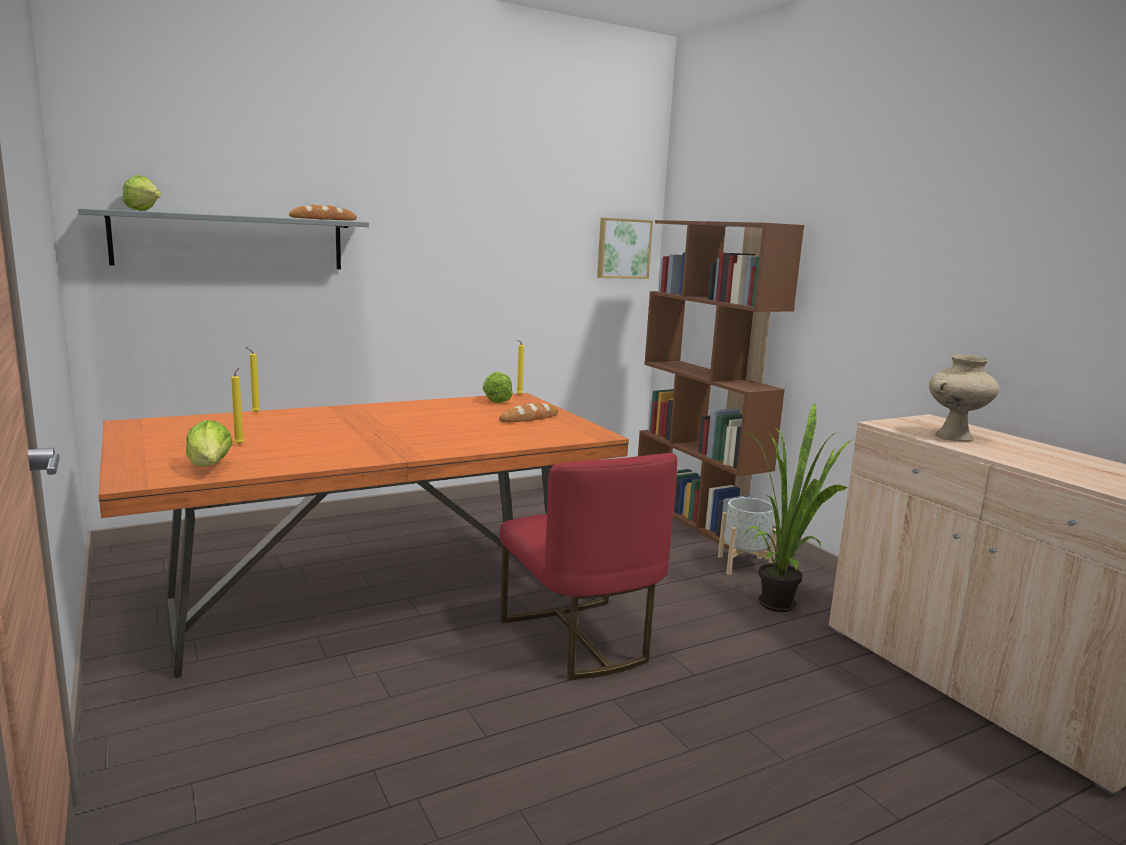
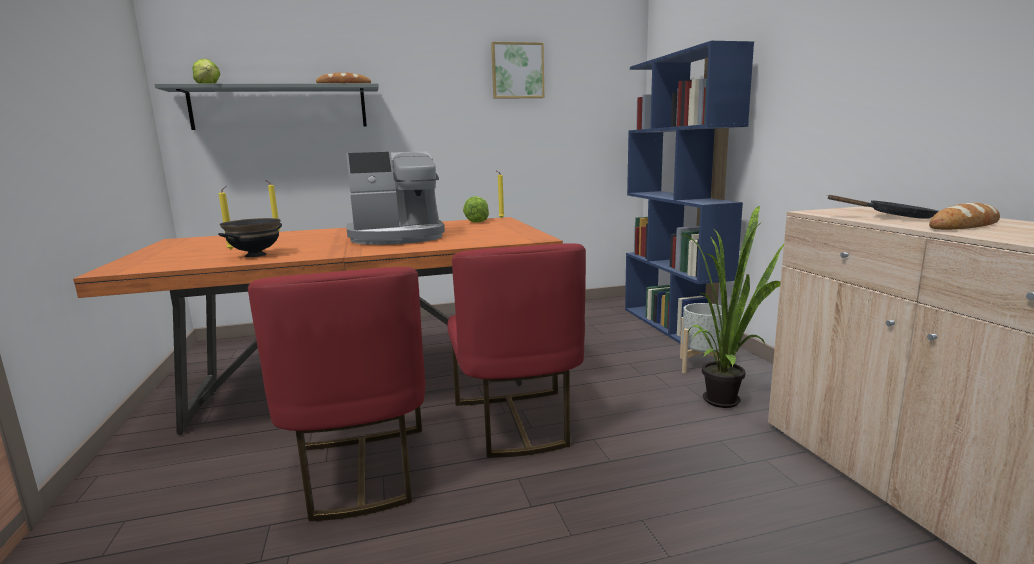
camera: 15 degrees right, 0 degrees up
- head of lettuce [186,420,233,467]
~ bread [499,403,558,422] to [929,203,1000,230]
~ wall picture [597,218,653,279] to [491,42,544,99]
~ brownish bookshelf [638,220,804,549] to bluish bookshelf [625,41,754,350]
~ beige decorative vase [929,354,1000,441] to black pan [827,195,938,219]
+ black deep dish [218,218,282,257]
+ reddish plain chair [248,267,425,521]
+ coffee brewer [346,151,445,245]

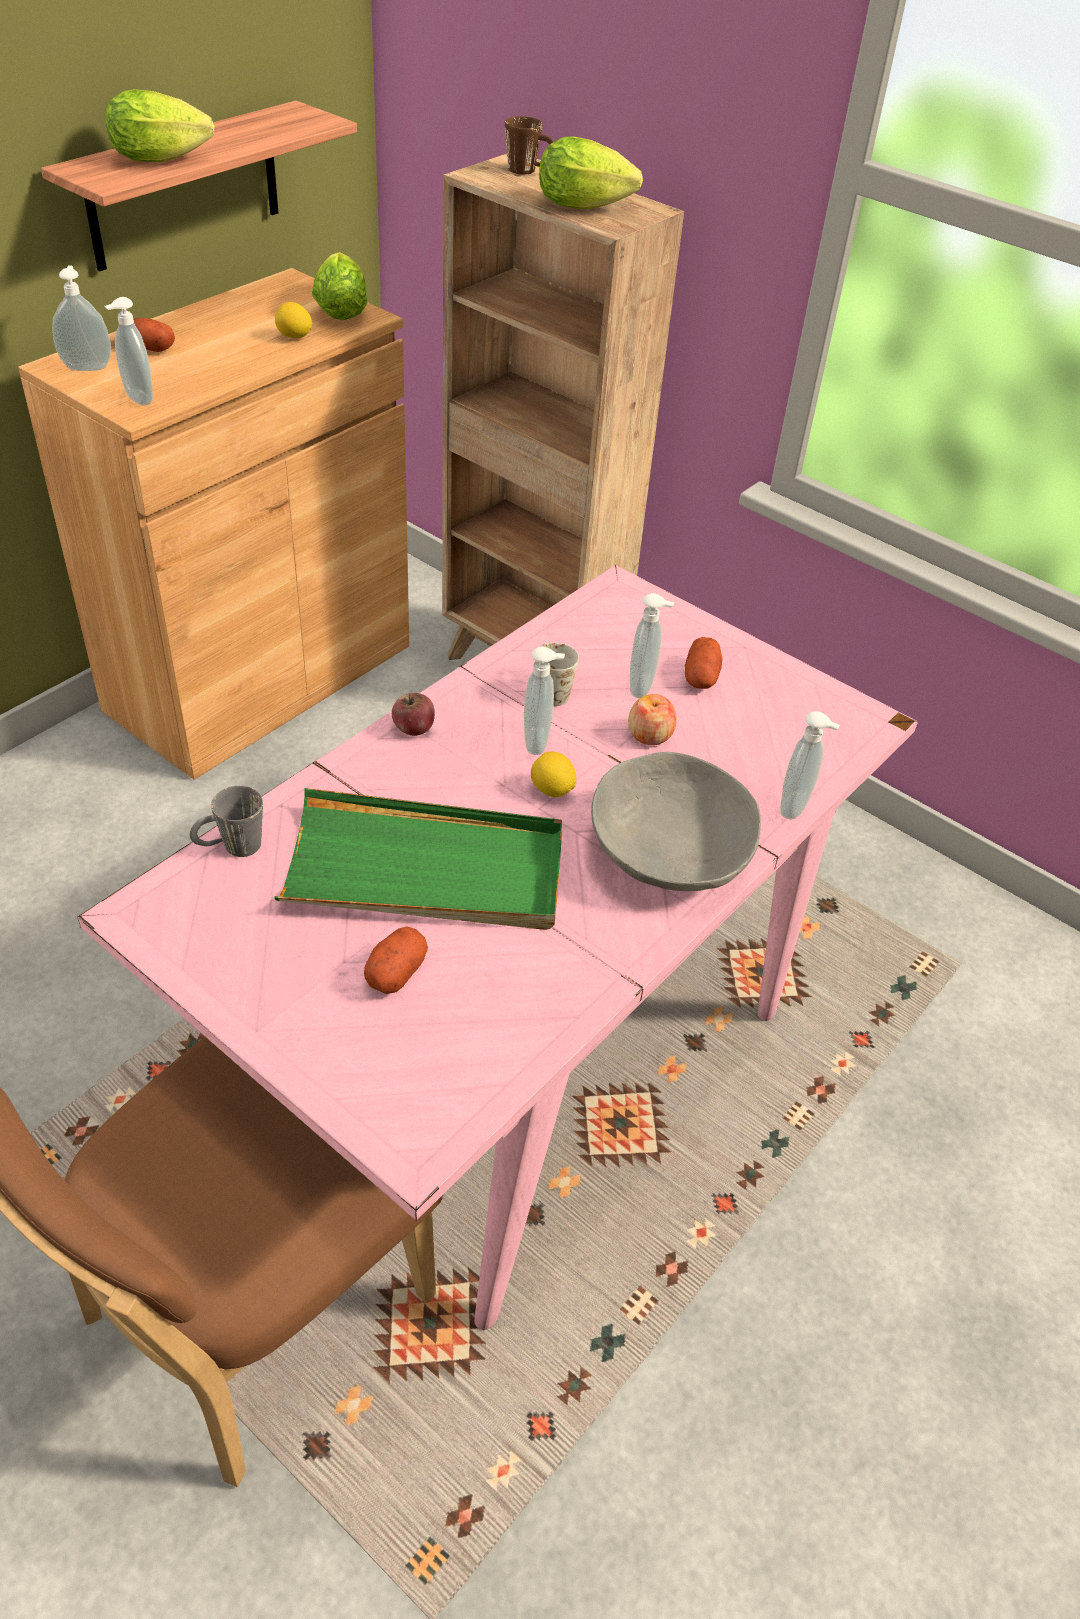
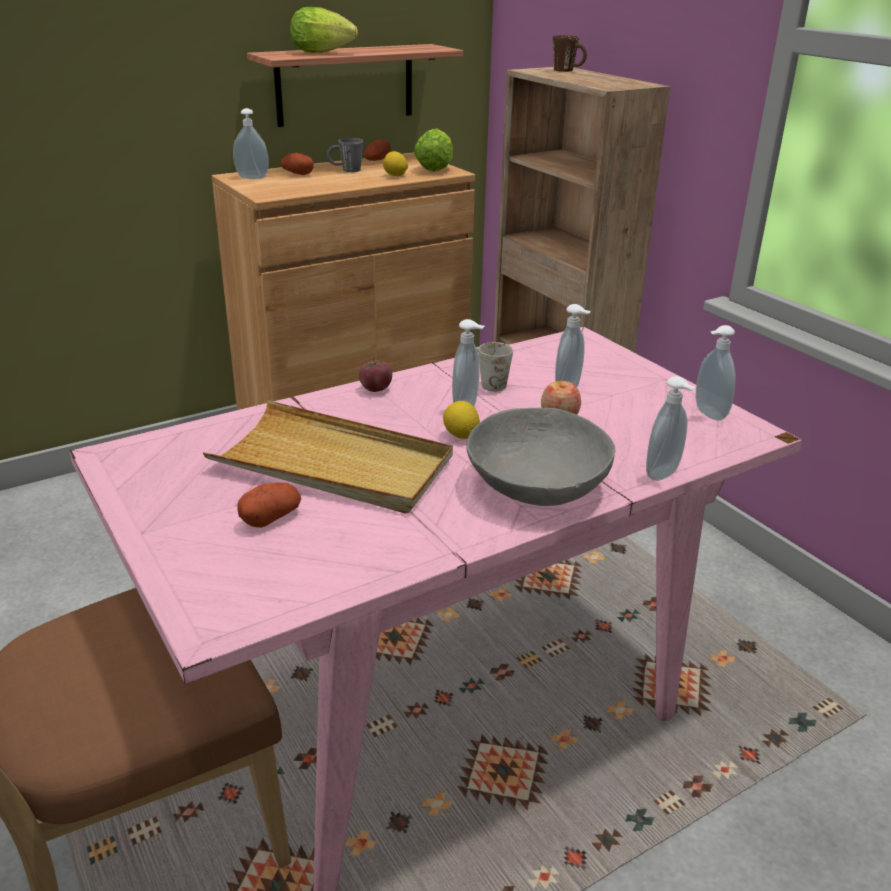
camera: 20 degrees right, 15 degrees down
~ soap dispenser [104,297,153,405] to [696,325,736,421]
~ gray tea mug [190,786,263,857] to [327,138,363,172]
~ green tray [274,788,562,930] to beige tray [203,400,453,514]
- head of lettuce [539,136,643,210]
~ spud [685,637,723,689] to [364,140,391,161]

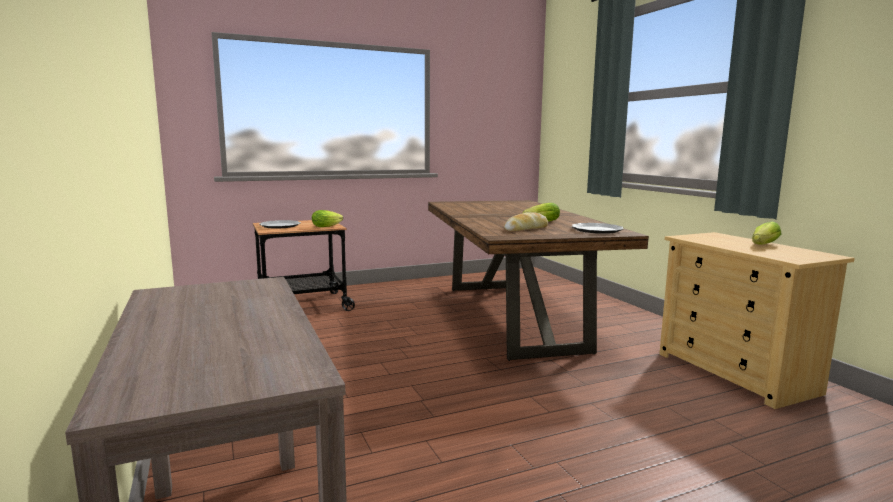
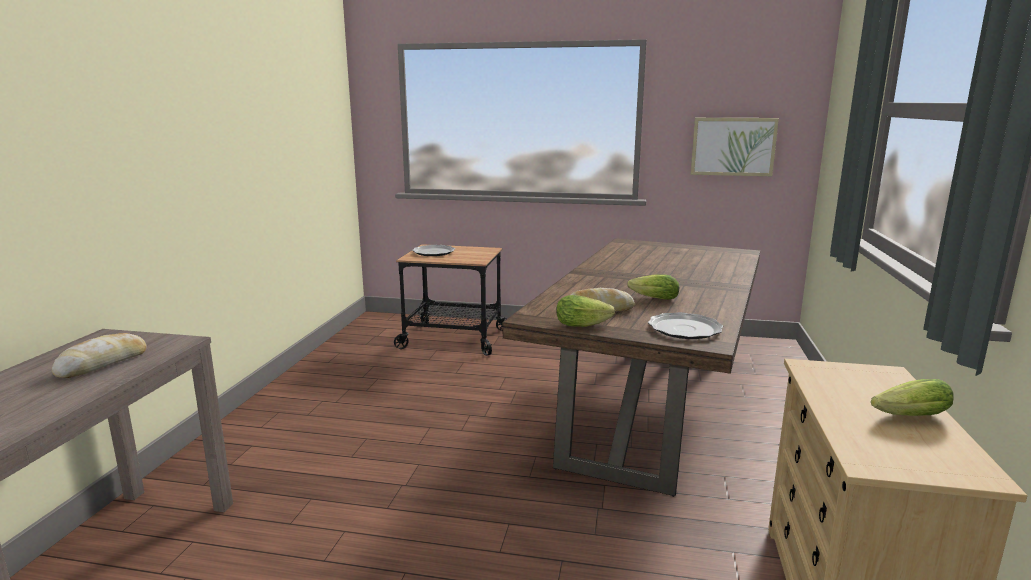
camera: 35 degrees right, 5 degrees up
~ head of lettuce [312,210,343,227] to [556,295,615,327]
+ bread [52,333,146,378]
+ wall picture [691,118,779,176]

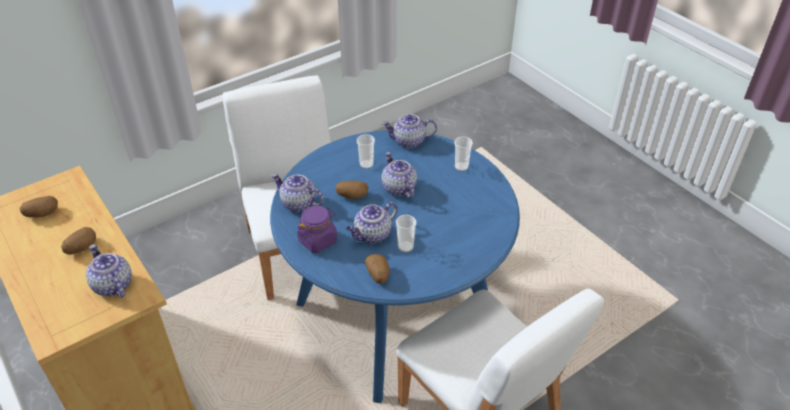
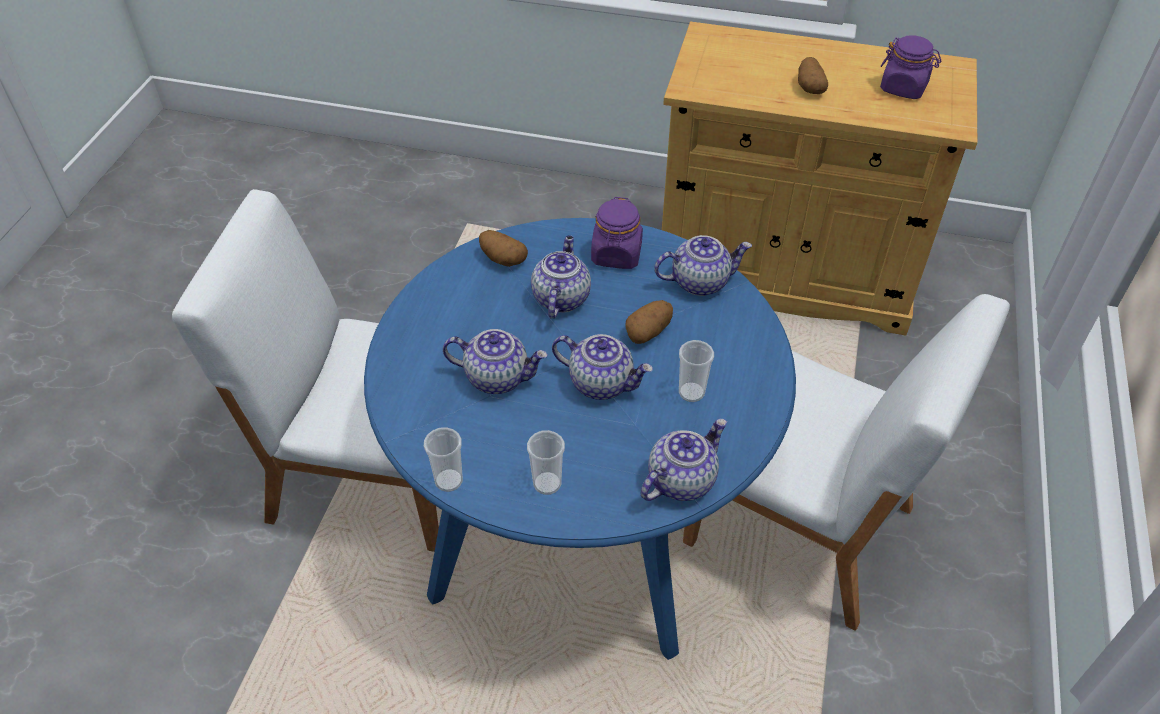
camera: 140 degrees right, 5 degrees up
~ spud [19,196,58,218] to purple jar [880,35,941,99]
~ tea pot [86,244,132,298] to [443,329,548,394]
~ cup [396,215,417,252] to [424,427,463,492]

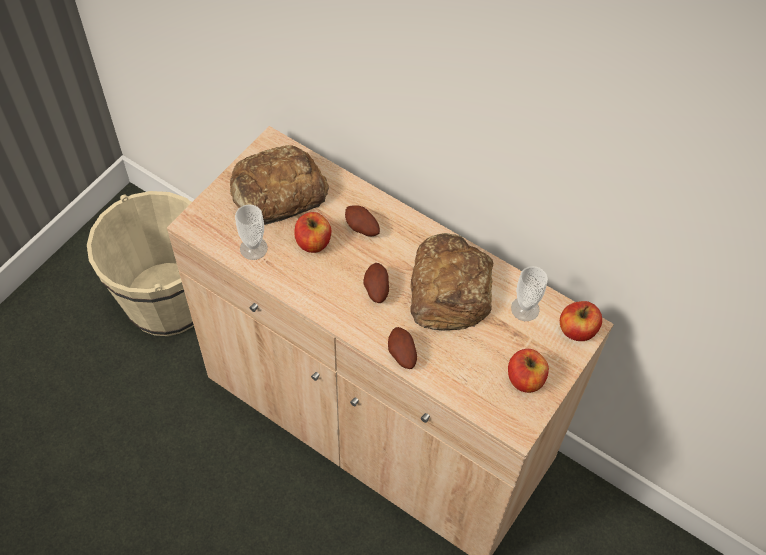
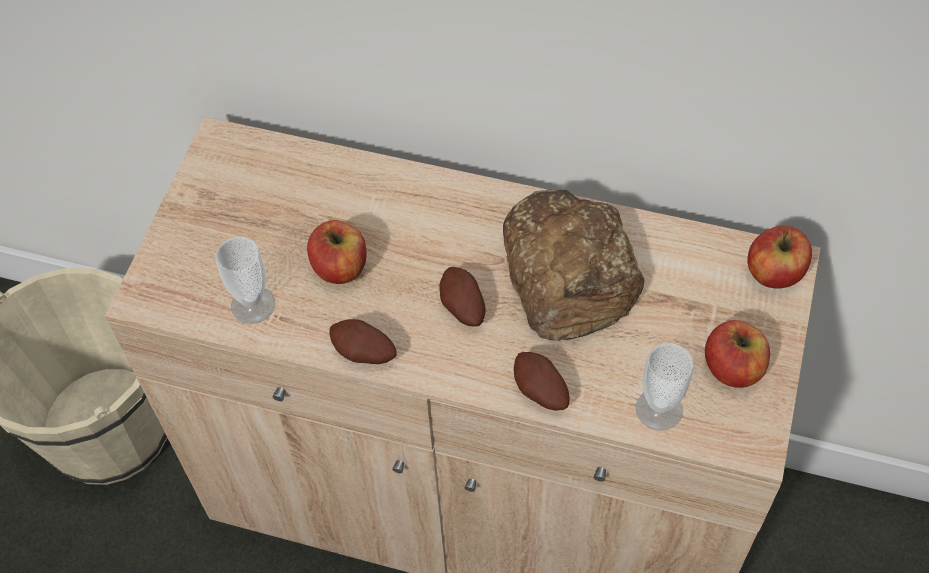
camera: 15 degrees left, 0 degrees up
- bread [230,145,329,225]
~ spud [345,205,380,237] to [329,319,397,364]
~ cup [511,266,548,321] to [636,343,694,431]

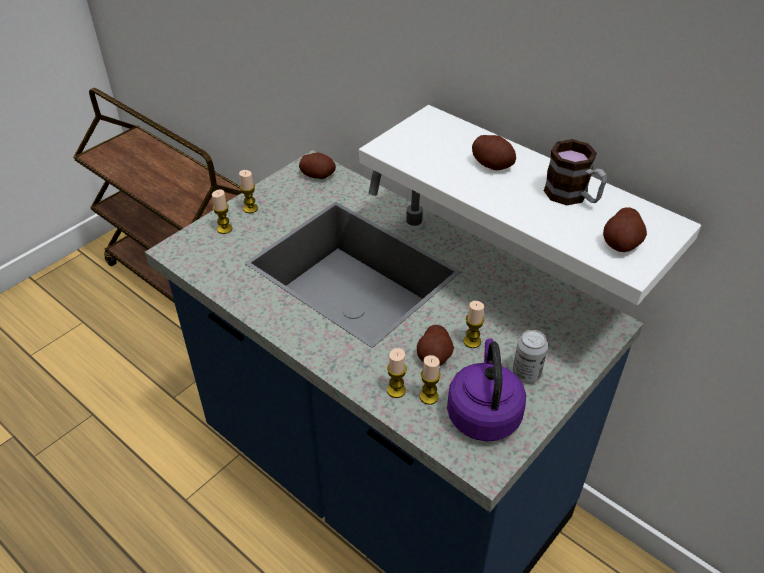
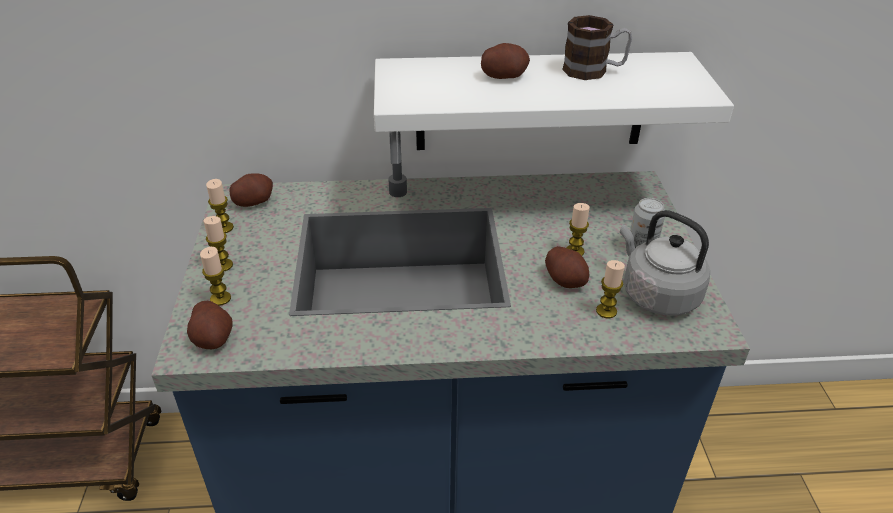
camera: 45 degrees left, 5 degrees down
~ wax light [387,348,407,398] to [206,179,234,233]
~ purple kettle [447,338,526,441] to gray kettle [620,210,710,316]
~ spud [603,207,647,252] to [187,301,233,349]

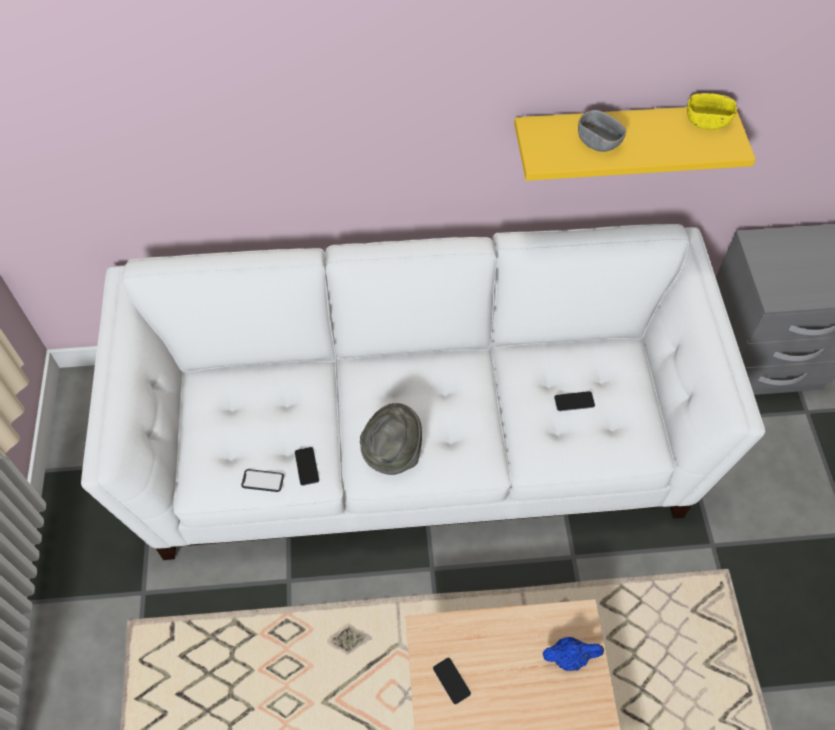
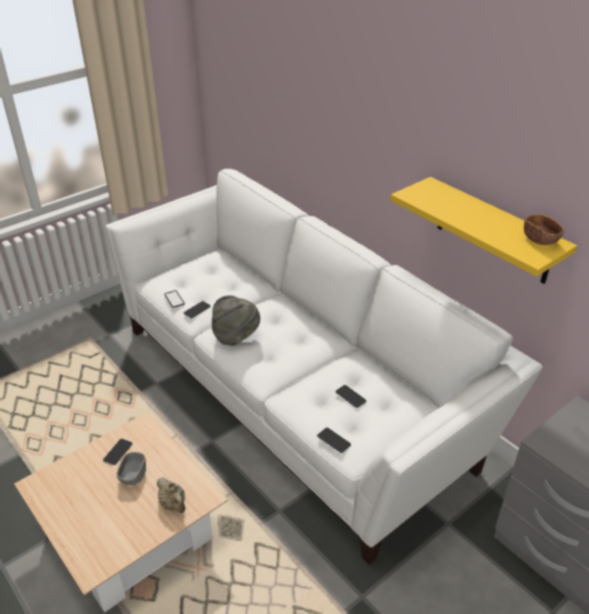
camera: 55 degrees right, 20 degrees down
~ bluish tea pot [543,637,604,671] to beige tea pot [156,477,185,513]
~ gray deep dish [578,110,626,152] to [117,452,146,485]
~ yellow deep dish [687,93,737,130] to brownish deep dish [524,214,564,245]
+ handset [317,428,351,453]

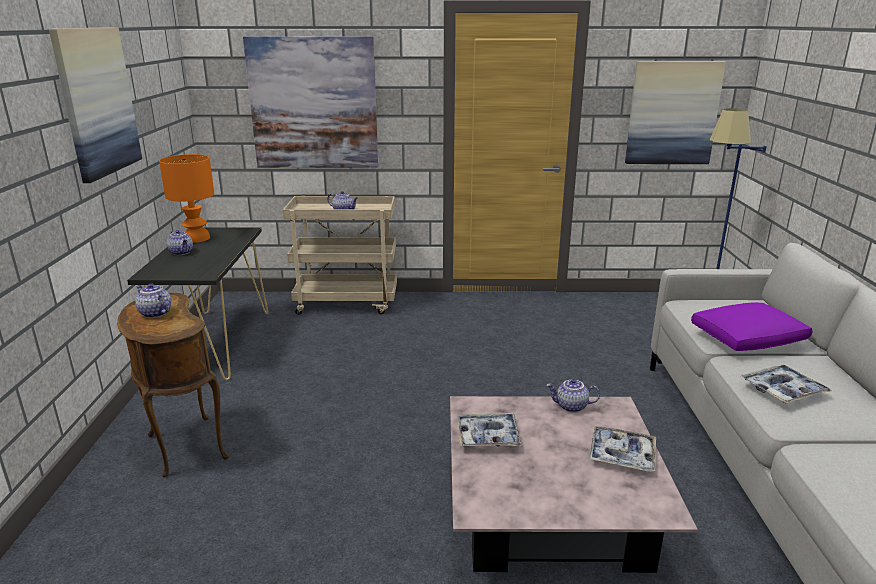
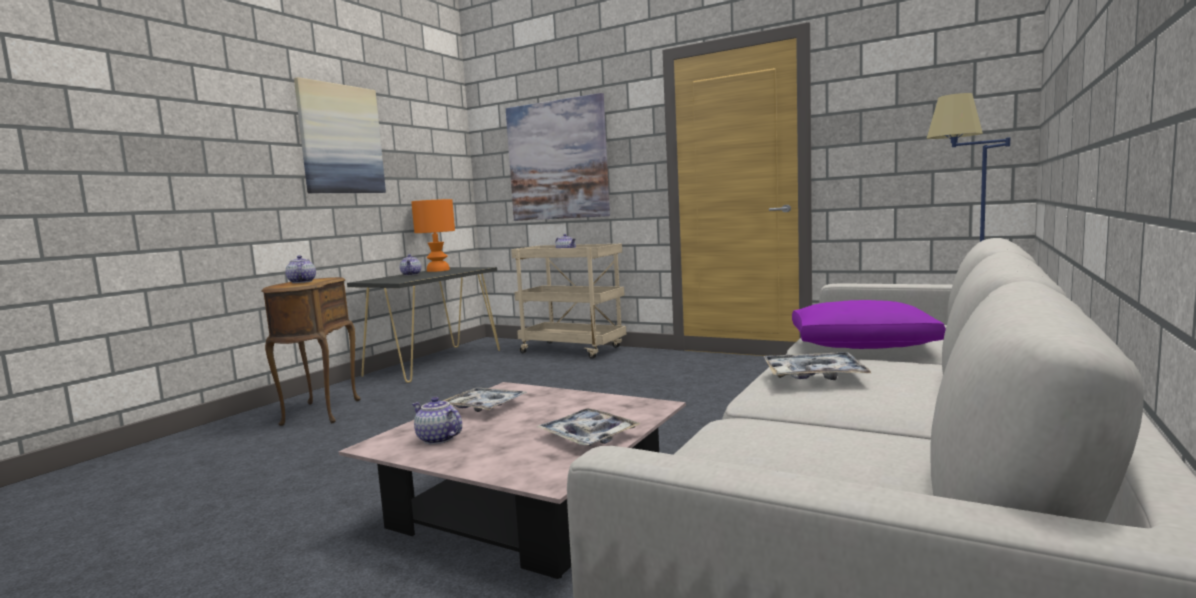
camera: 30 degrees right, 15 degrees down
~ tea pot [547,379,600,413] to [412,397,462,444]
- wall picture [625,61,726,164]

